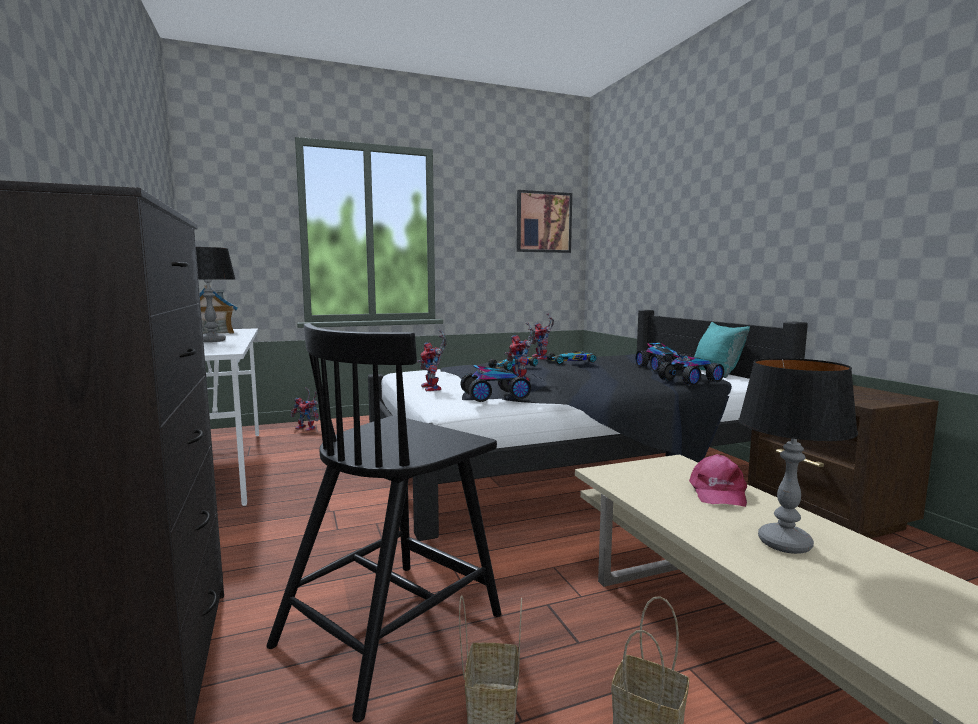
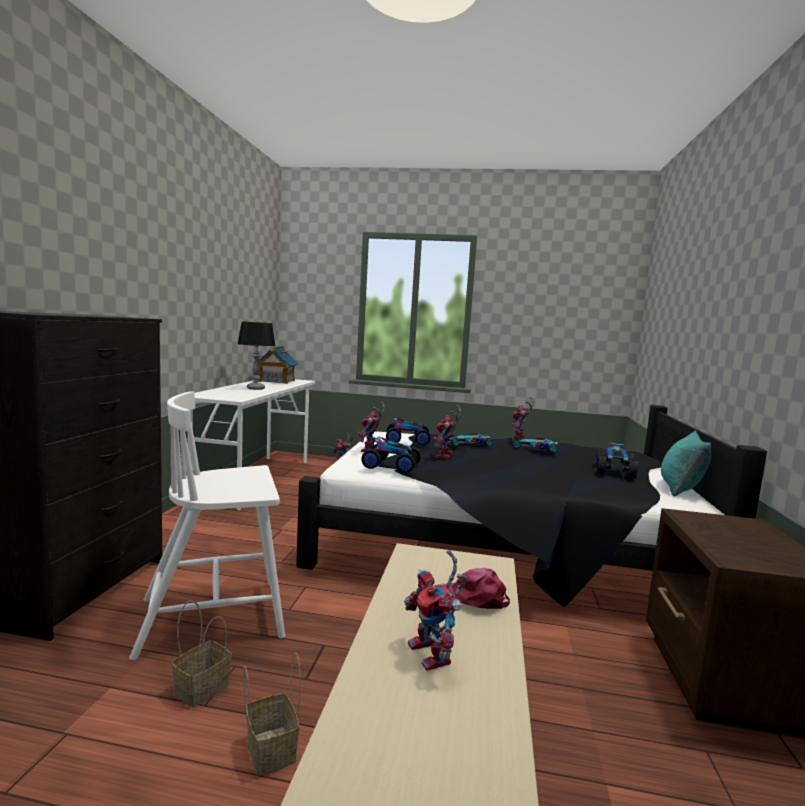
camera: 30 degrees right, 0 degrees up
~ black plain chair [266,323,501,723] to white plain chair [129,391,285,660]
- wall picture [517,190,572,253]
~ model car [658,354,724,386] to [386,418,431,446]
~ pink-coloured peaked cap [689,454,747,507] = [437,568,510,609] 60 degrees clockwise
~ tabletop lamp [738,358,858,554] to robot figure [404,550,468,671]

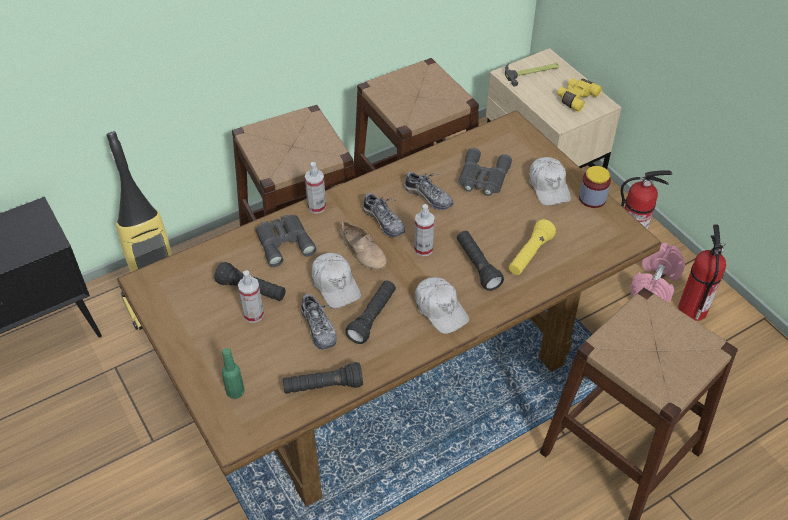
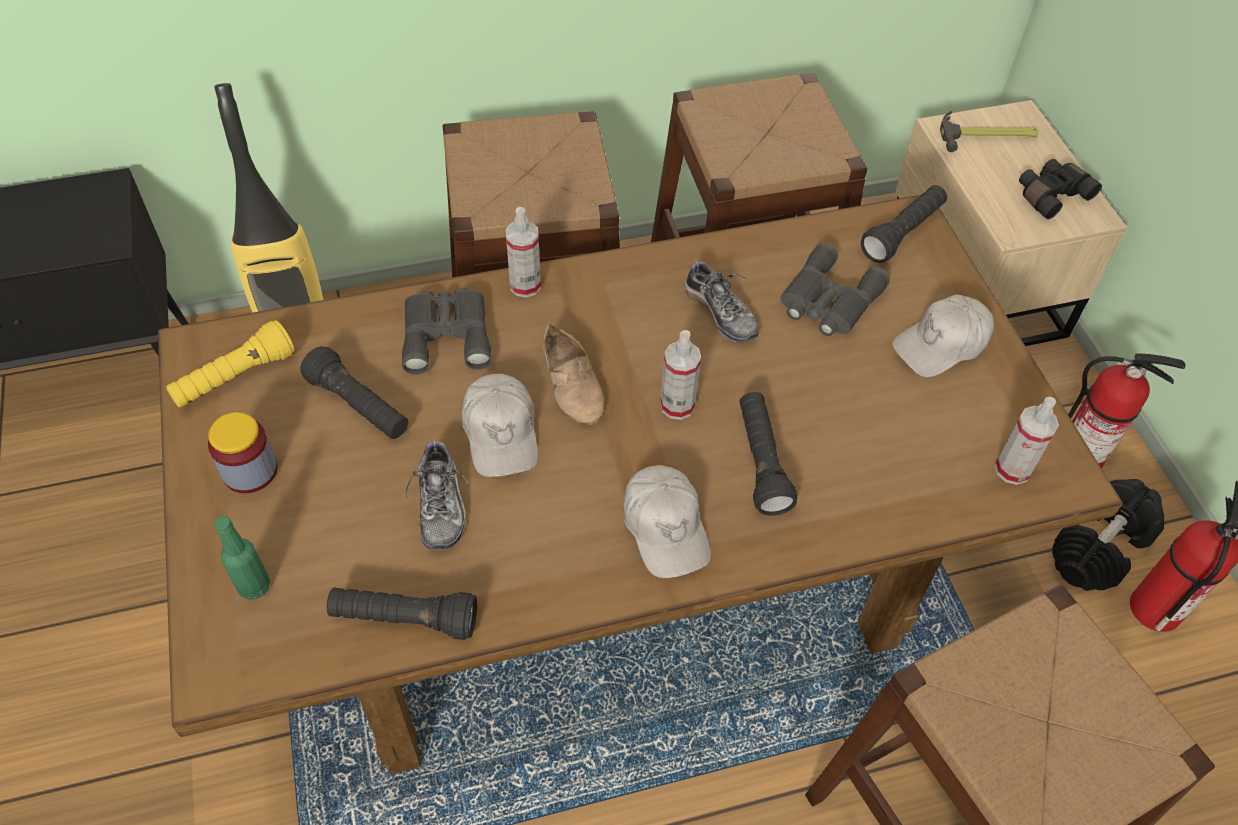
camera: 15 degrees right, 5 degrees up
~ sprayer [238,270,264,323] to [995,397,1059,485]
~ black flashlight [346,280,396,344] to [861,185,947,263]
- item of footwear [363,191,405,237]
~ yellow flashlight [509,219,556,275] to [166,320,295,407]
~ white peaked cap [529,157,571,206] = [892,295,994,377] 60 degrees clockwise
~ yellow binoculars [557,78,602,112] to black binoculars [1019,159,1102,219]
~ jar [579,166,611,208] to [208,412,278,493]
~ pink-coloured hand weight [630,243,685,303] to black hand weight [1052,479,1164,591]

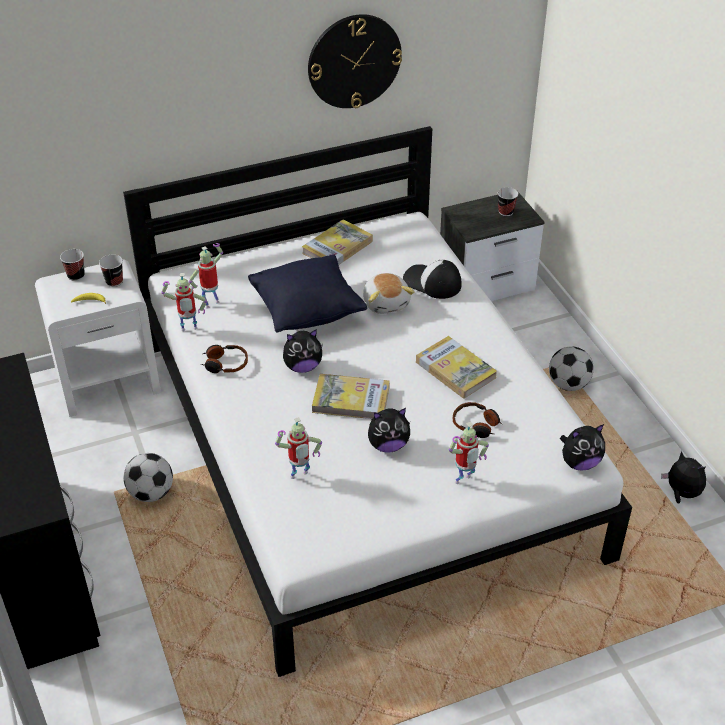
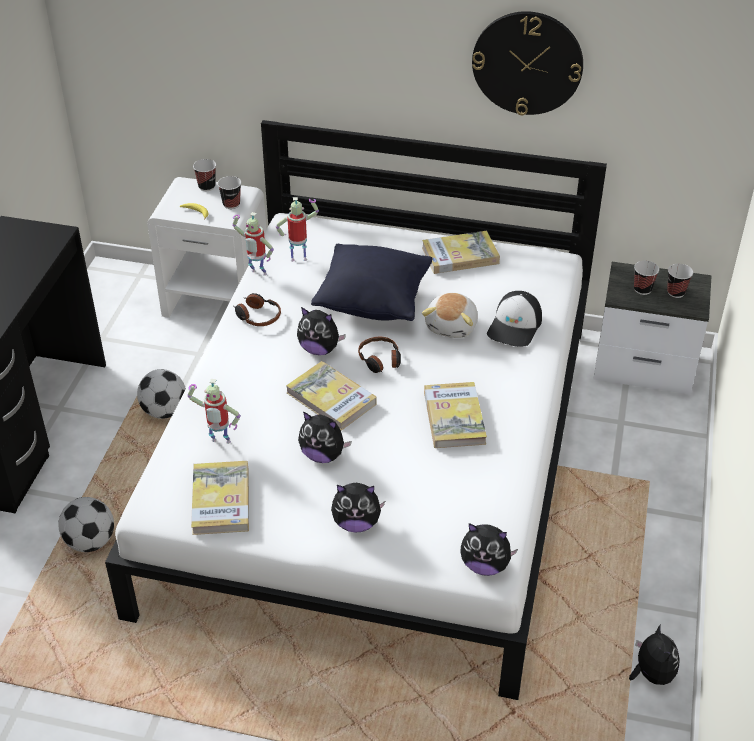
camera: 35 degrees right, 0 degrees up
~ peaked cap [403,260,461,299] = [487,291,542,347] 135 degrees counterclockwise
~ robot figure [449,422,489,484] to plush toy [331,483,385,533]
~ pair of headphones [453,402,502,438] to [358,337,401,373]
~ ball for football [549,346,594,391] to [58,497,114,552]
+ volume [191,461,249,535]
+ cup [634,261,659,295]

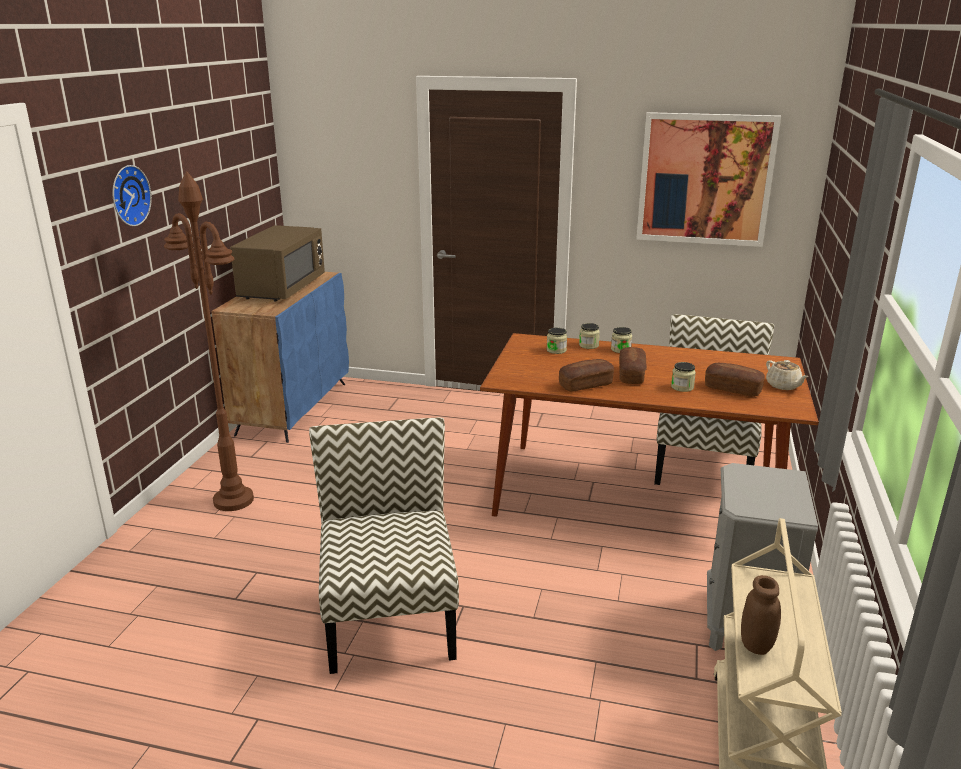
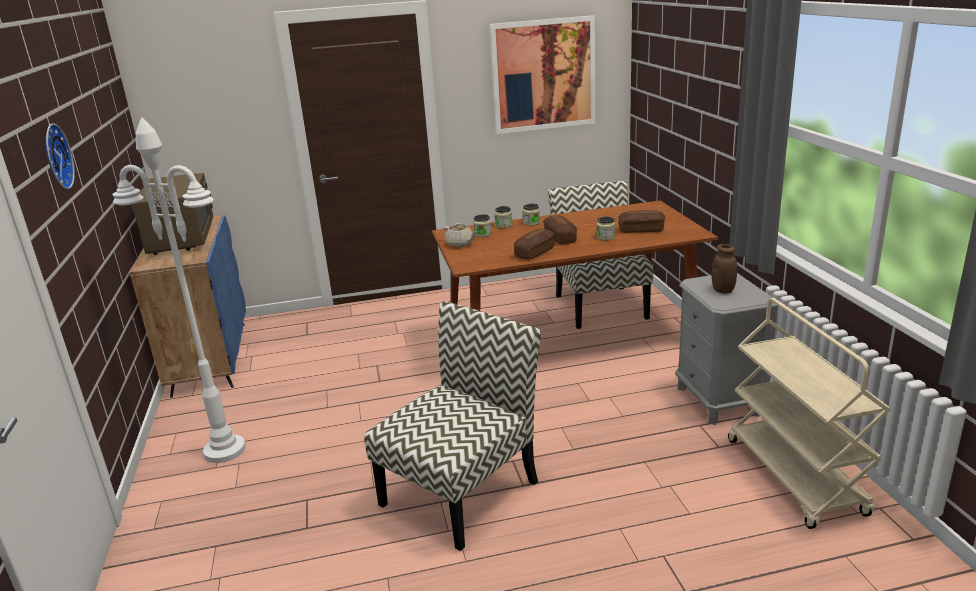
camera: 25 degrees left, 0 degrees up
~ brownish floor lamp [164,171,254,511] to white floor lamp [112,117,246,463]
~ plain chair [309,418,459,674] = [364,301,541,551] 75 degrees clockwise
~ brownish jar [741,575,781,655] to [712,244,737,294]
~ beige tea pot [766,360,809,390] to [443,223,477,247]

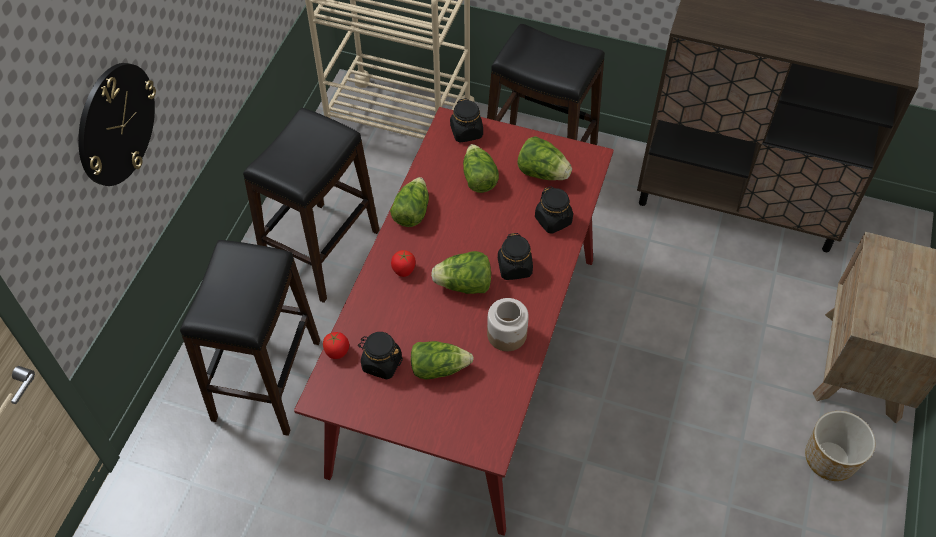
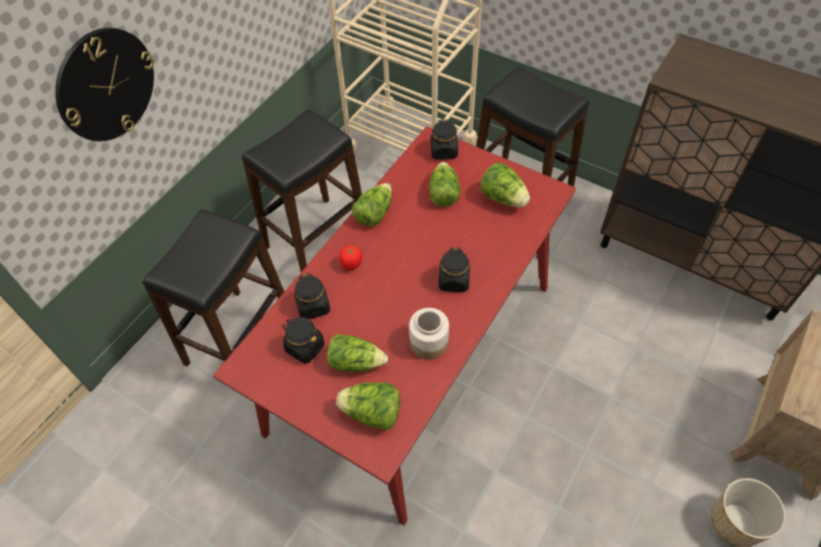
camera: 15 degrees right, 0 degrees up
- fresh tomato [323,332,349,359]
~ head of lettuce [431,251,491,294] to [336,382,400,430]
~ black jar [535,186,573,234] to [294,273,330,319]

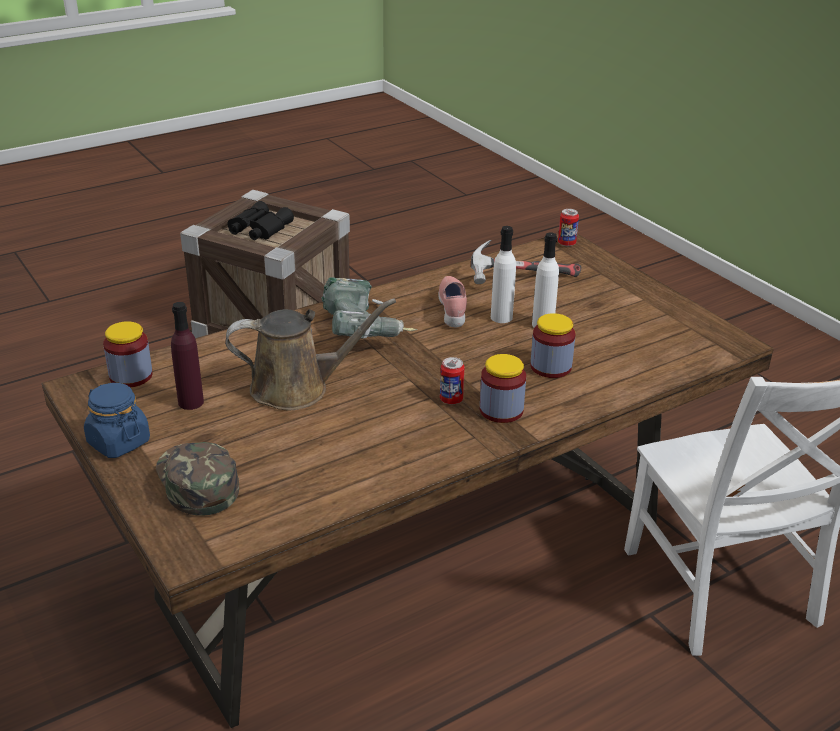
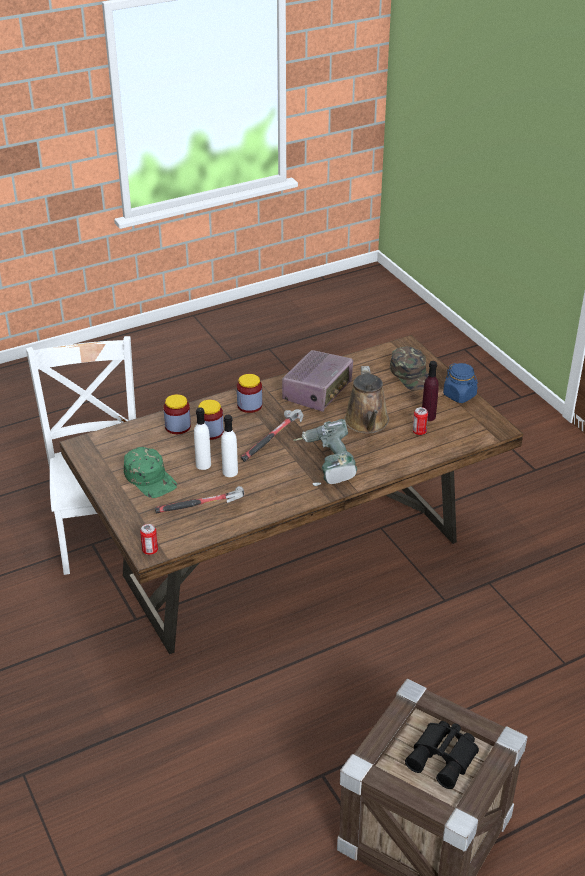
camera: 175 degrees left, 5 degrees up
~ jar [103,321,152,387] to [163,394,191,434]
~ brownish watering can [225,299,396,410] = [344,366,389,434] 90 degrees counterclockwise
- pink-coloured item of footwear [439,276,467,327]
~ metal can [440,357,465,405] to [413,407,428,435]
+ green peaked cap [124,447,177,498]
+ tool hammer [241,409,303,462]
+ radio [282,350,353,412]

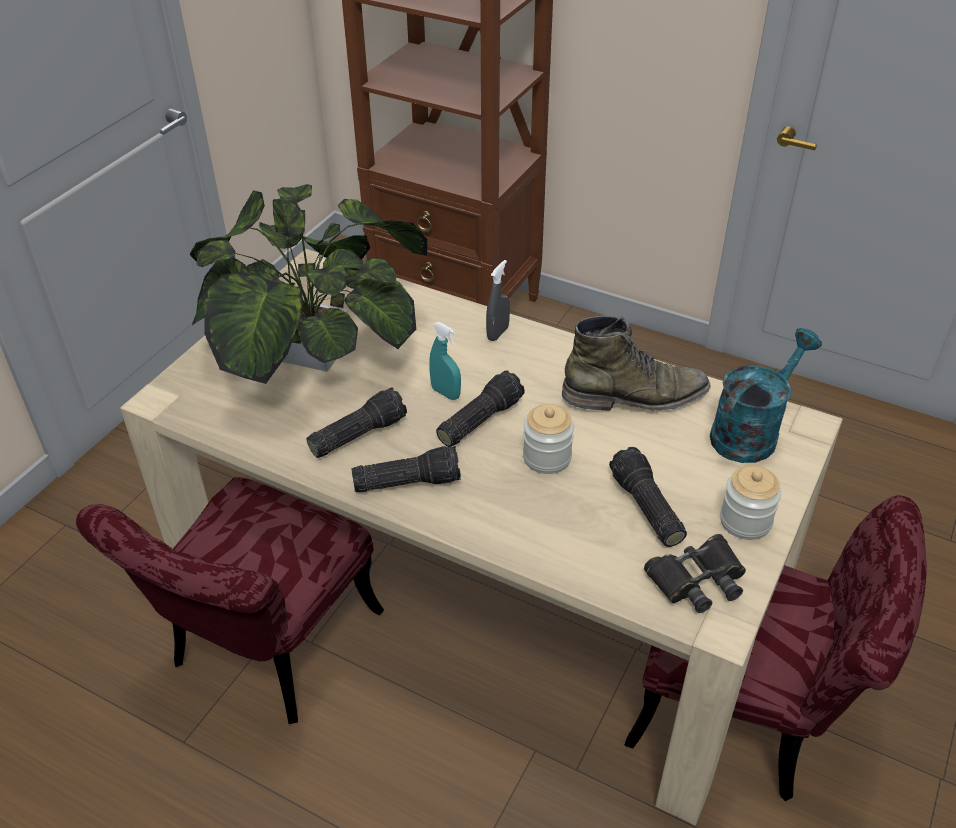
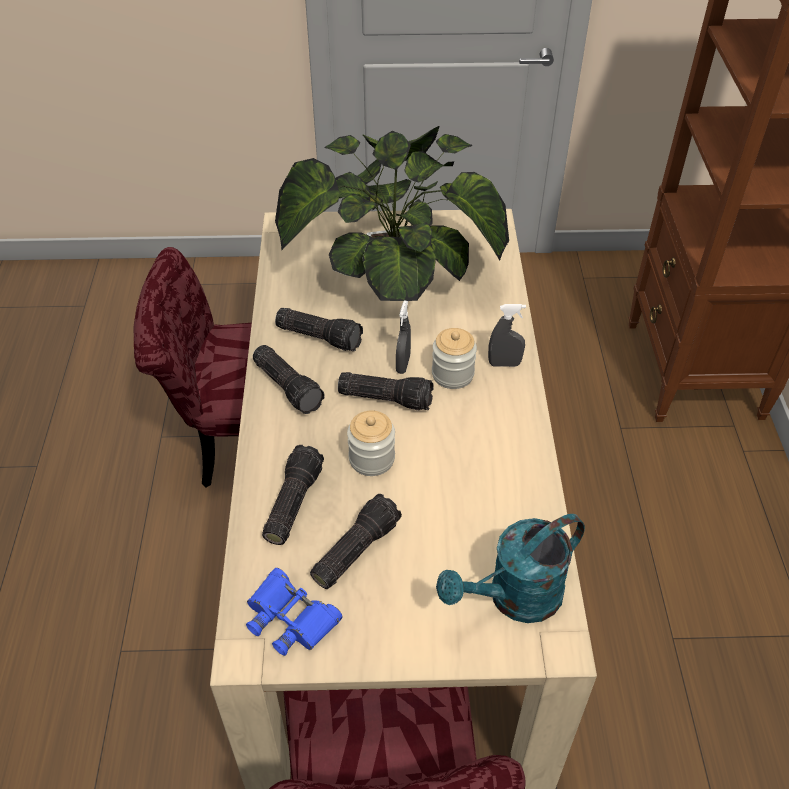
camera: 60 degrees right, 5 degrees up
~ turquoise sprayer [429,322,461,400] to gray sprayer [396,301,411,374]
- green tall boot [562,316,711,411]
~ black binoculars [644,534,746,613] to bluish binoculars [246,568,343,656]
~ turquoise watering can [710,328,822,463] = [436,514,585,623] 135 degrees clockwise
~ jar [720,465,781,540] to [432,328,477,389]
+ flashlight [262,445,324,545]

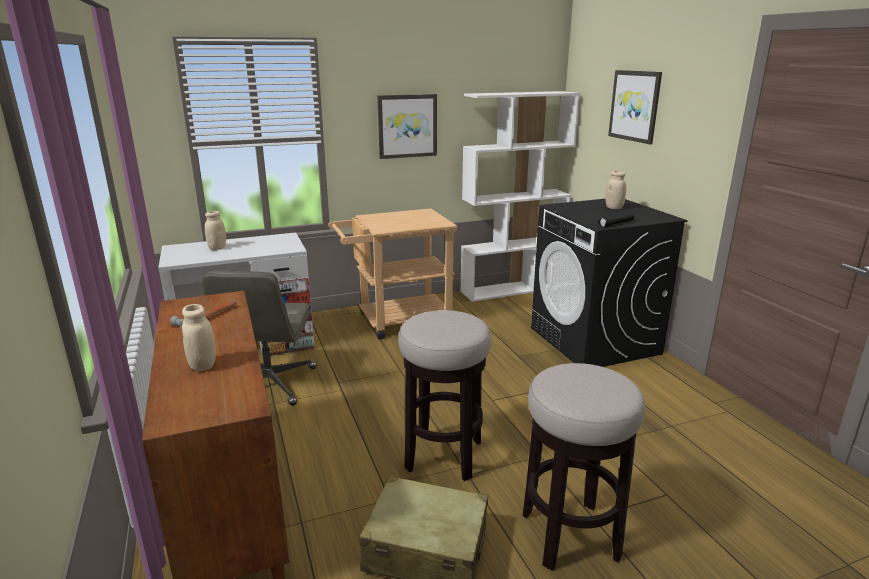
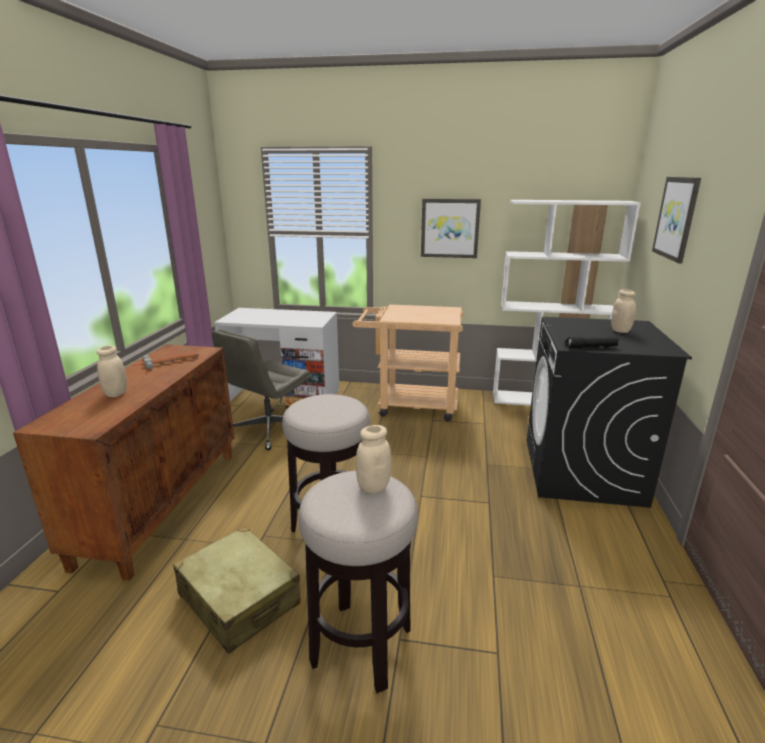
camera: 30 degrees right, 0 degrees up
~ beige jar [205,211,226,250] to [356,425,392,493]

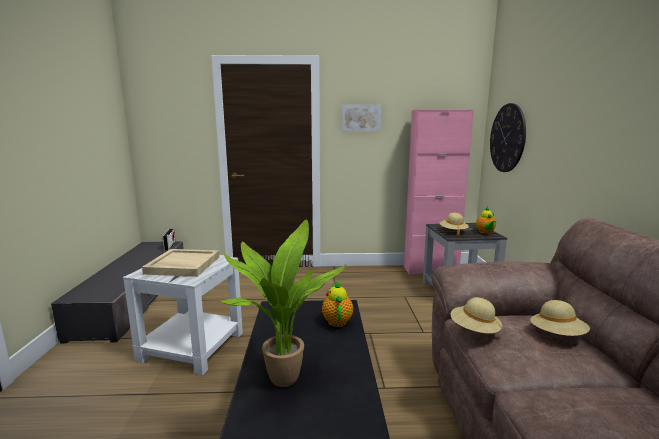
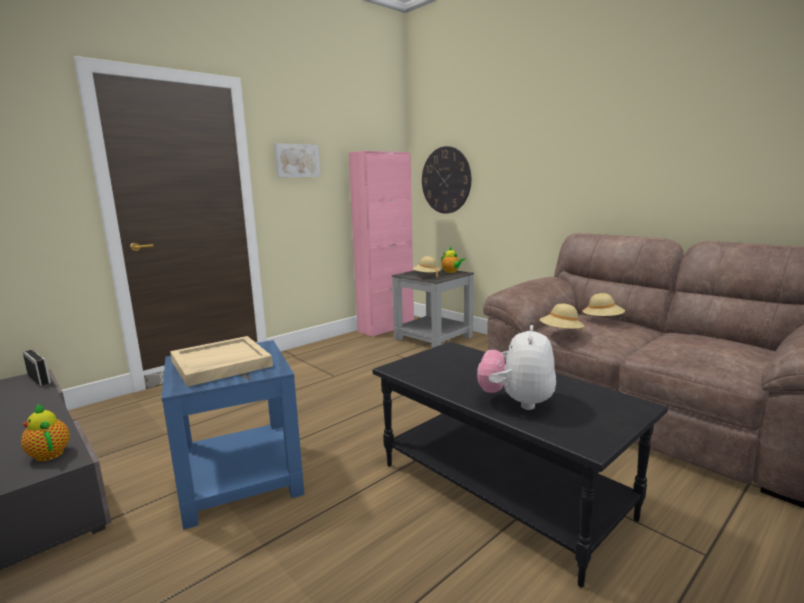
camera: 40 degrees left, 0 degrees up
~ white side table [123,256,243,375] to bluish side table [162,340,304,530]
~ plant in a pot [218,219,346,387] to plush toy [477,325,556,410]
~ tea pot [322,280,353,327] to [21,404,70,461]

